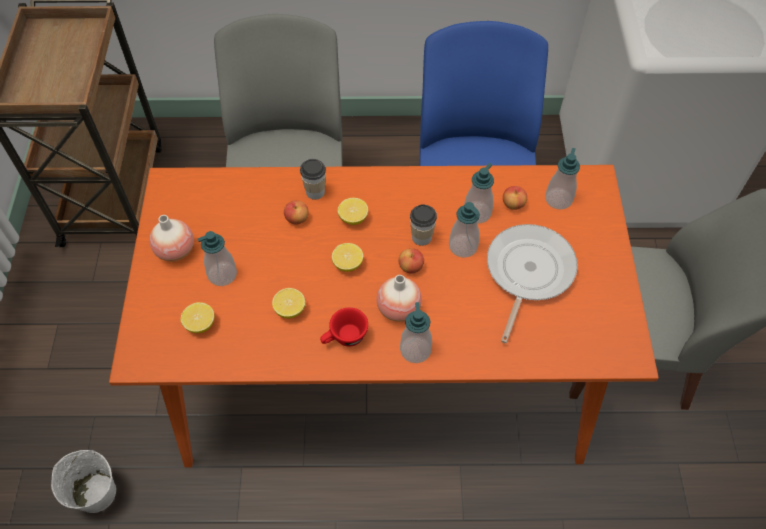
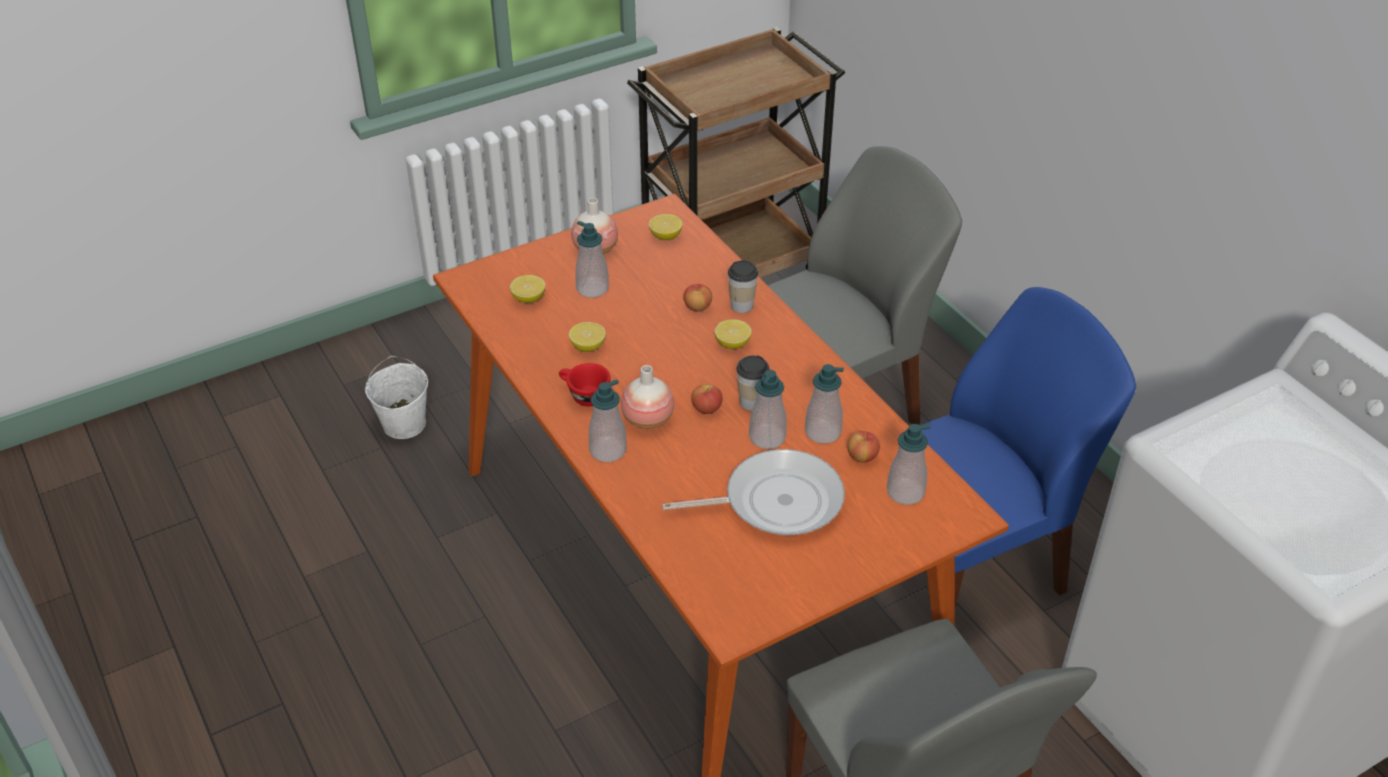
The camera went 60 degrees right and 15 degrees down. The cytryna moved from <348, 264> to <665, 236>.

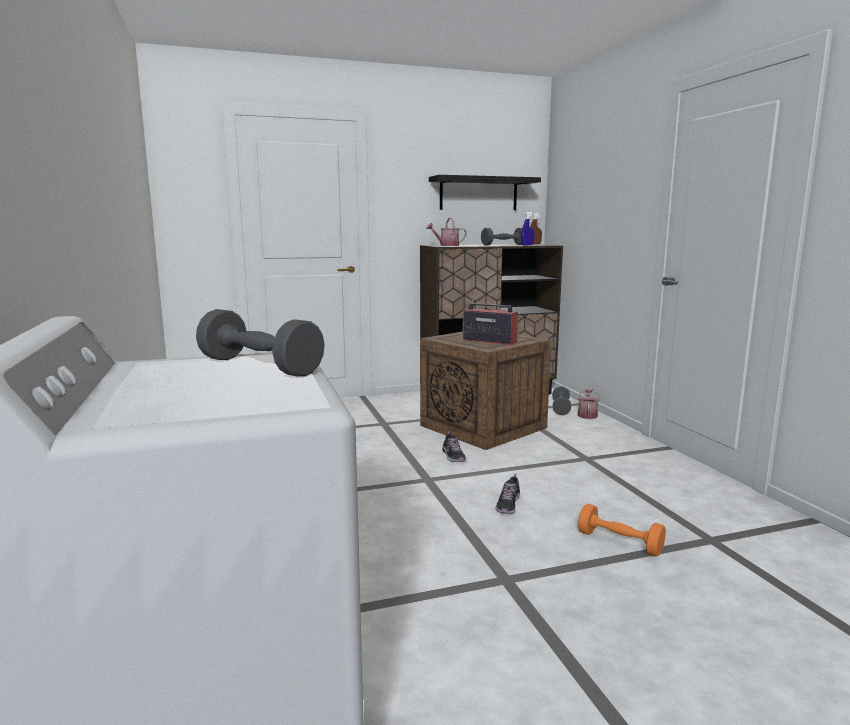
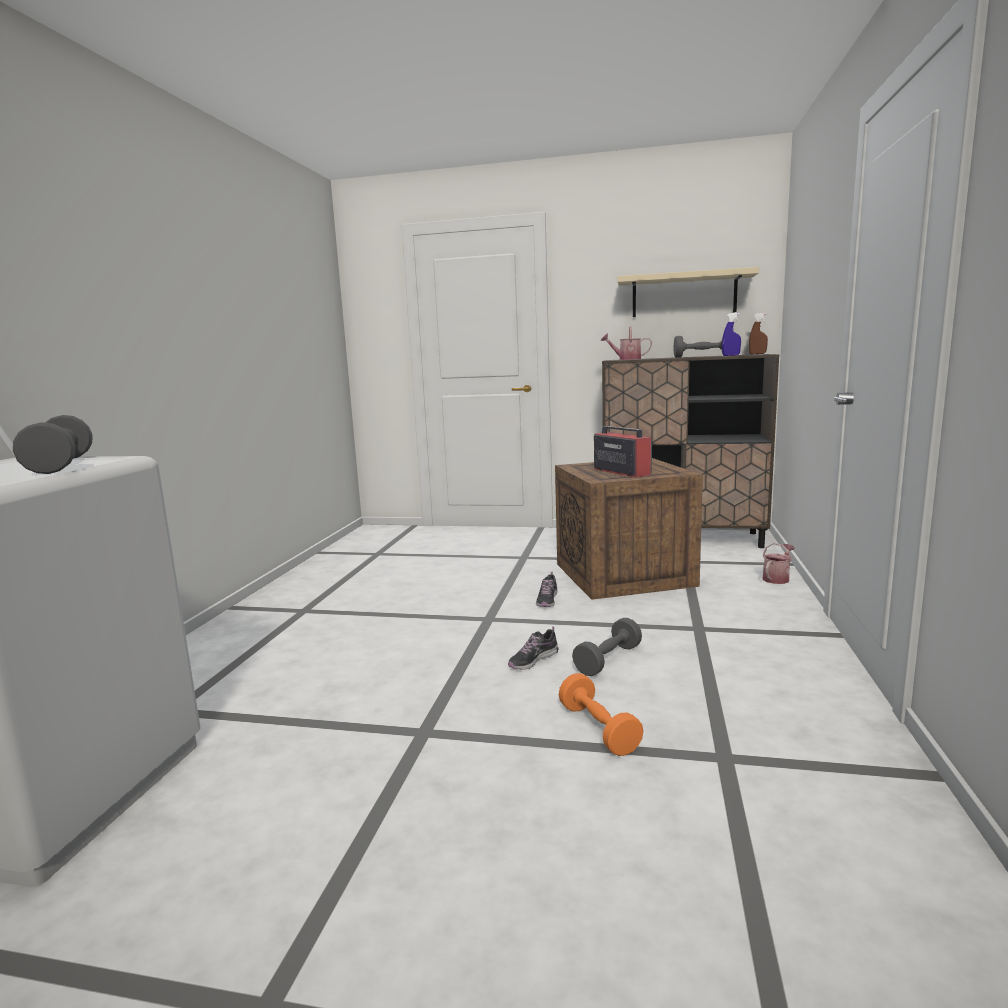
The camera went 30 degrees right and 0 degrees up. The hantel/szary moved from <561, 408> to <608, 660>. The półka/czarny at <478, 194> became the półka/beżowy at <684, 295>.

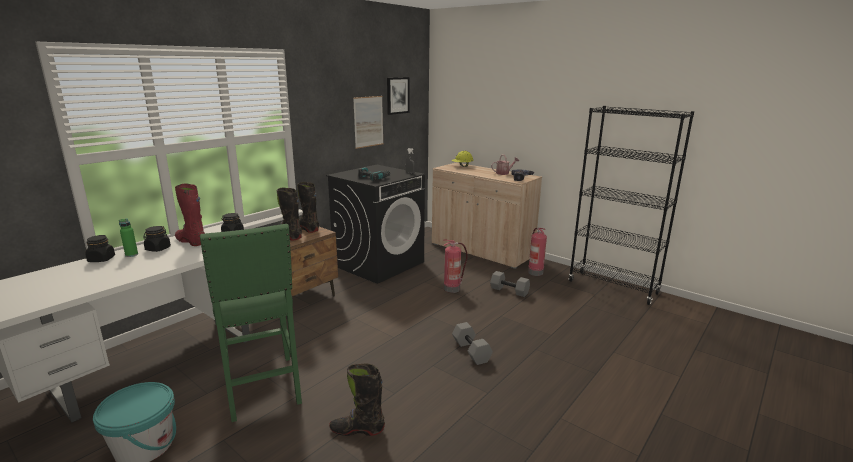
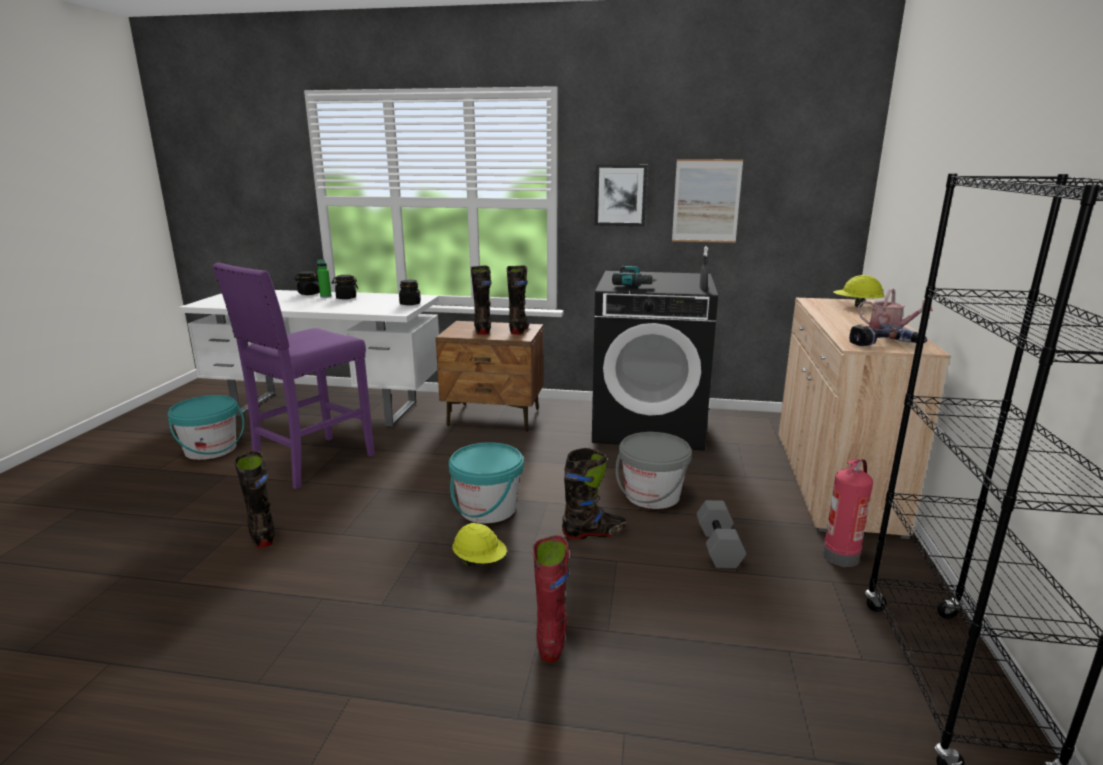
The camera went 60 degrees right and 0 degrees up. The stołek/zielony at <262, 388> became the stołek/fioletowy at <312, 462>. The wiadro/turkusowy at <488, 509> appeared. The hantel/szary at <470, 351> was replaced by the kask/żółty at <480, 561>. The but z cholewką/czerwony moved from <191, 241> to <552, 636>. The but z cholewką/czarny at <594, 533> appeared. The obraz moved from <397, 95> to <620, 195>. The gaśnica at <452, 288> was replaced by the wiadro/szary at <652, 495>.

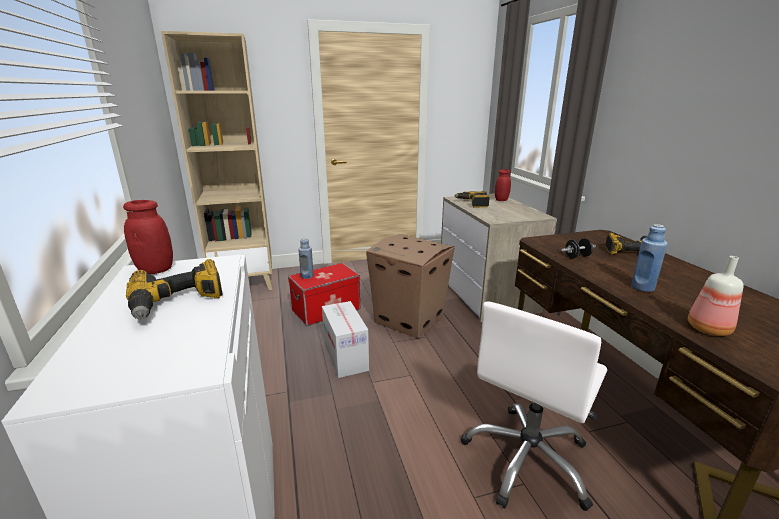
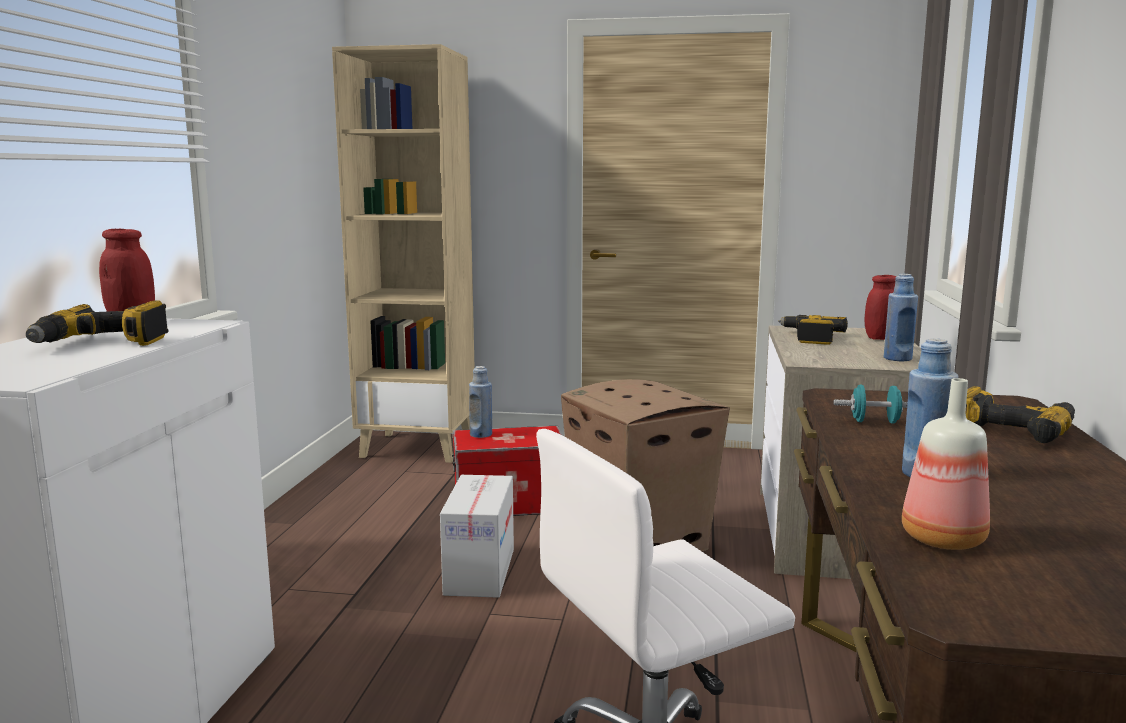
The camera went 25 degrees right and 10 degrees down. The hantel/czarny at <577, 256> became the hantel/turkusowy at <875, 422>. The butelka/niebieski at <897, 358> appeared.

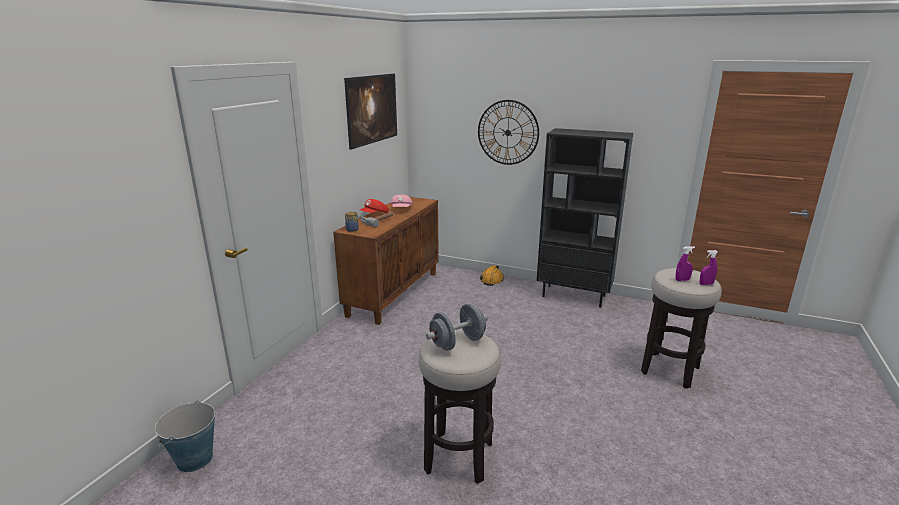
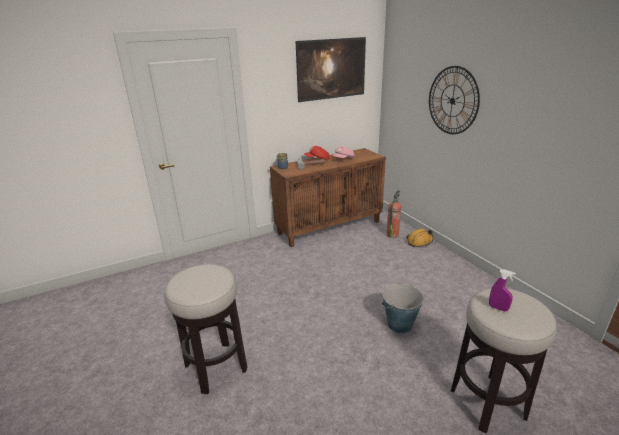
The camera went 40 degrees right and 5 degrees up. The wiadro moved from <194, 459> to <399, 324>. The gaśnica at <392, 234> appeared. The hantel/szary at <457, 343> disappeared. The regał/czarny at <574, 296> disappeared. The spryskiwacz/fioletowy at <706, 284> disappeared.

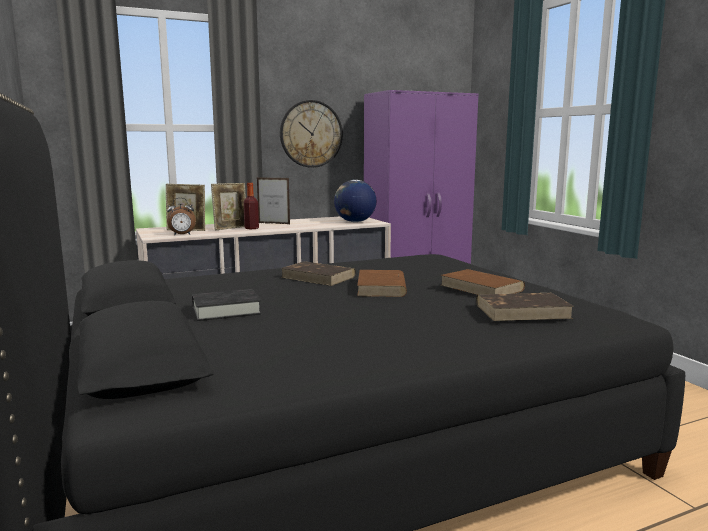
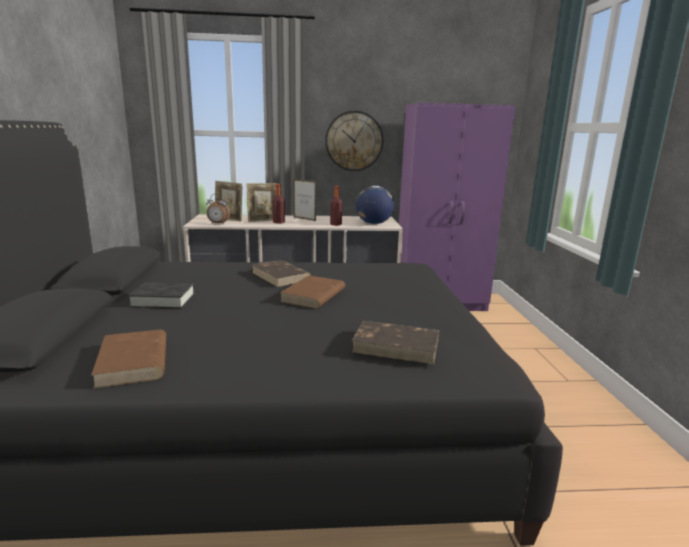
The camera went 20 degrees right and 5 degrees up. The książka/brązowy moved from <482, 288> to <133, 362>. The butelka at <336, 224> appeared.

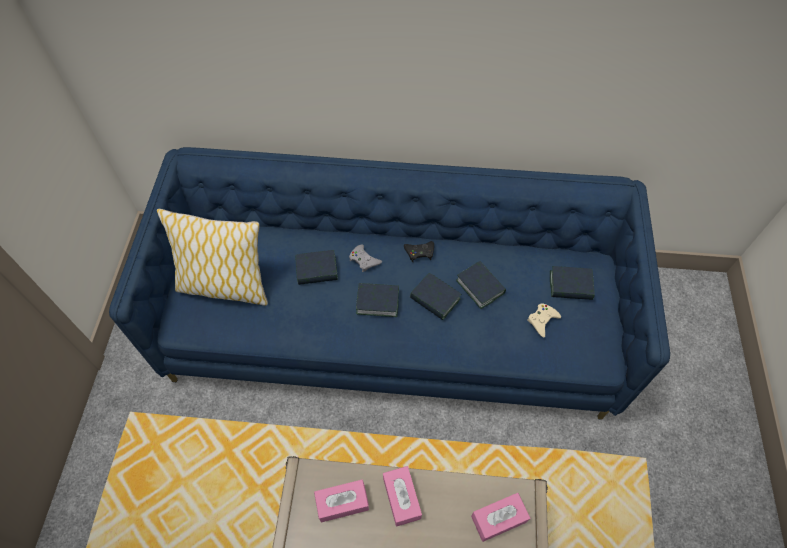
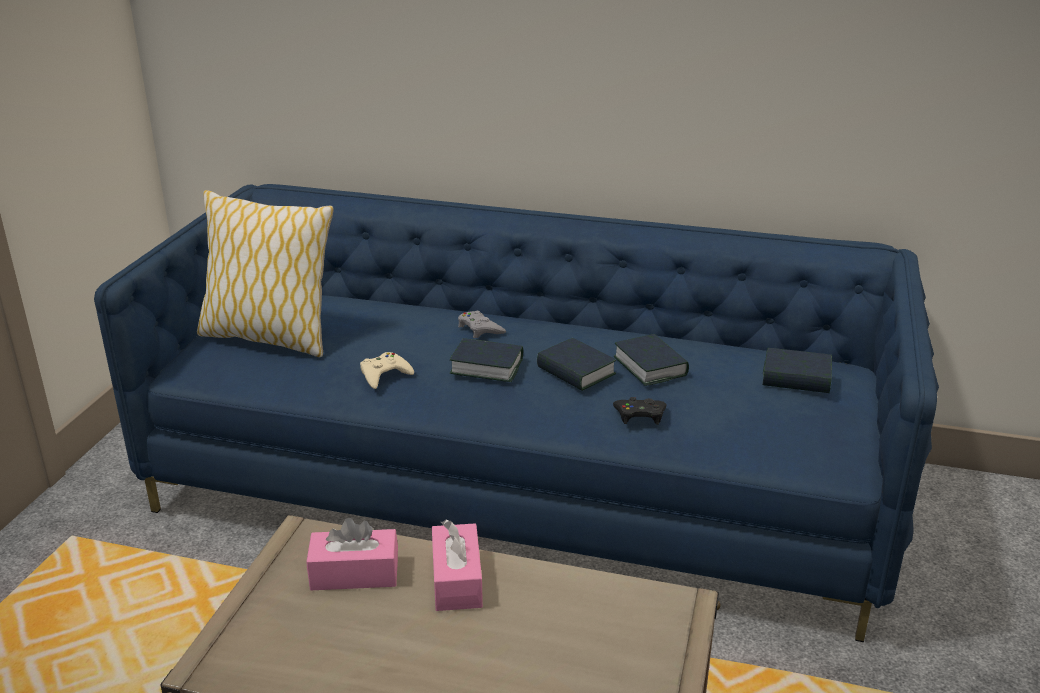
The camera went 10 degrees right and 30 degrees down. The pad do gier/beżowy moved from <542, 320> to <384, 375>. The pad do gier/czarny moved from <419, 252> to <640, 415>. The książka at <317, 270> disappeared. The pudełko chusteczek/różowy at <498, 519> disappeared.

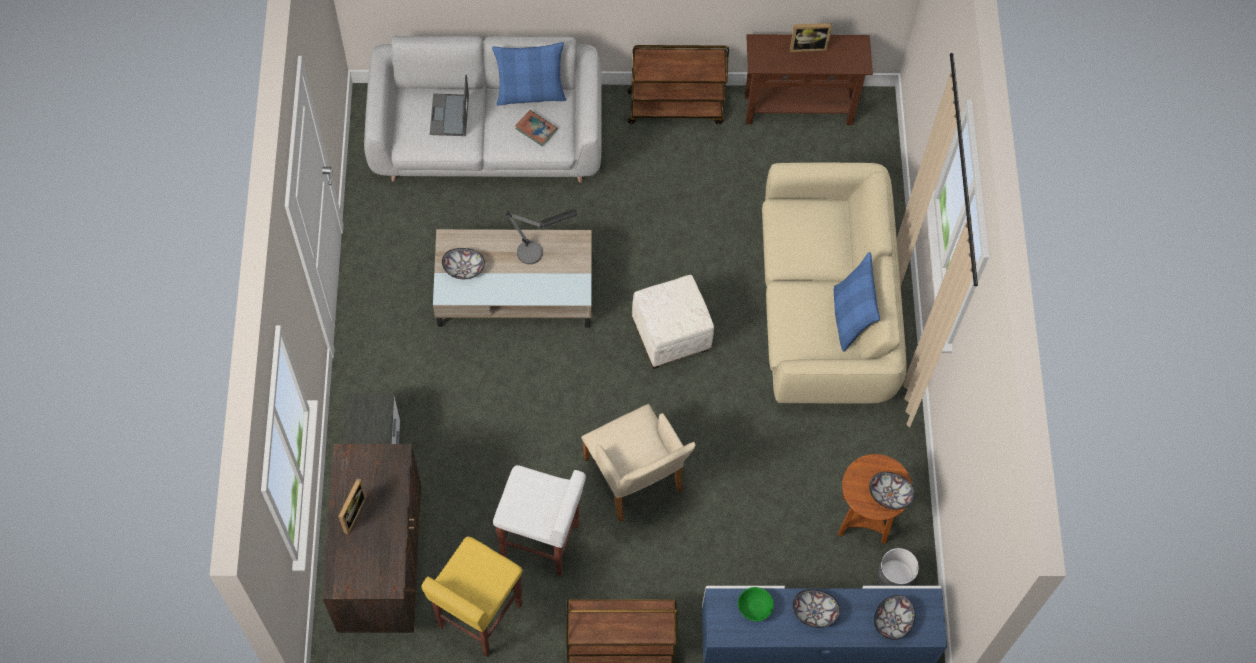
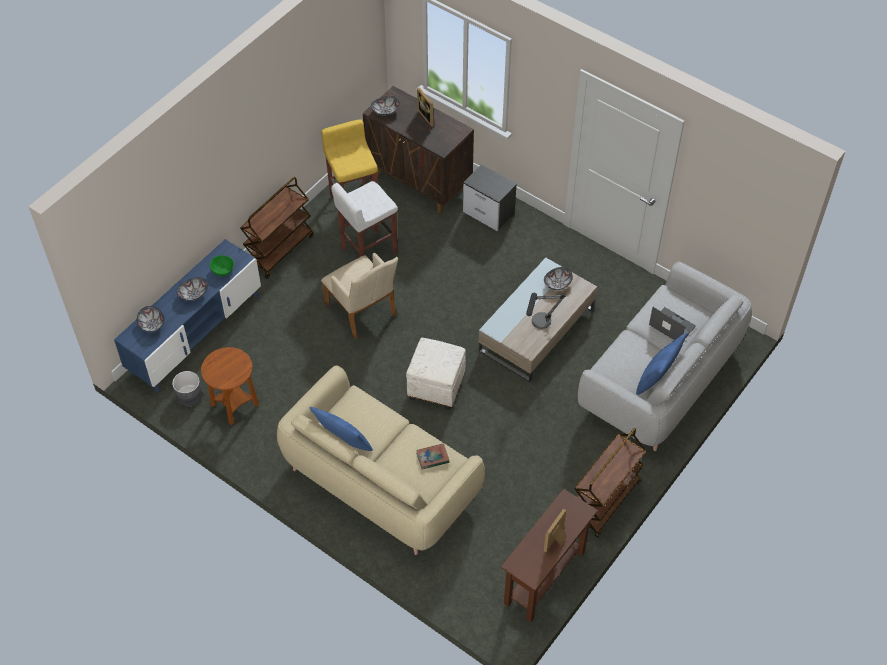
The camera went 130 degrees right and 10 degrees down. The fotel/beżowy at <635, 480> turned 135 degrees counterclockwise. The miska moved from <890, 494> to <385, 111>. The książka moved from <536, 129> to <432, 458>.

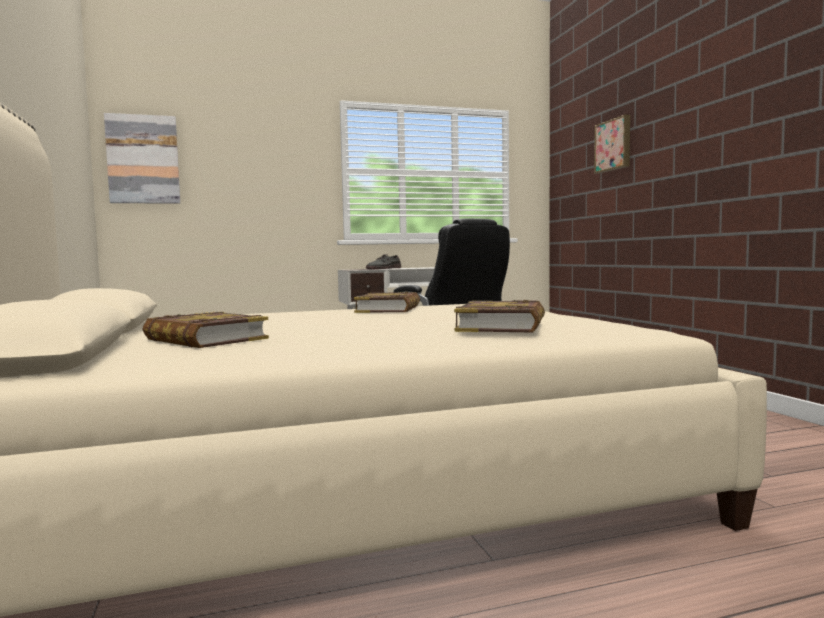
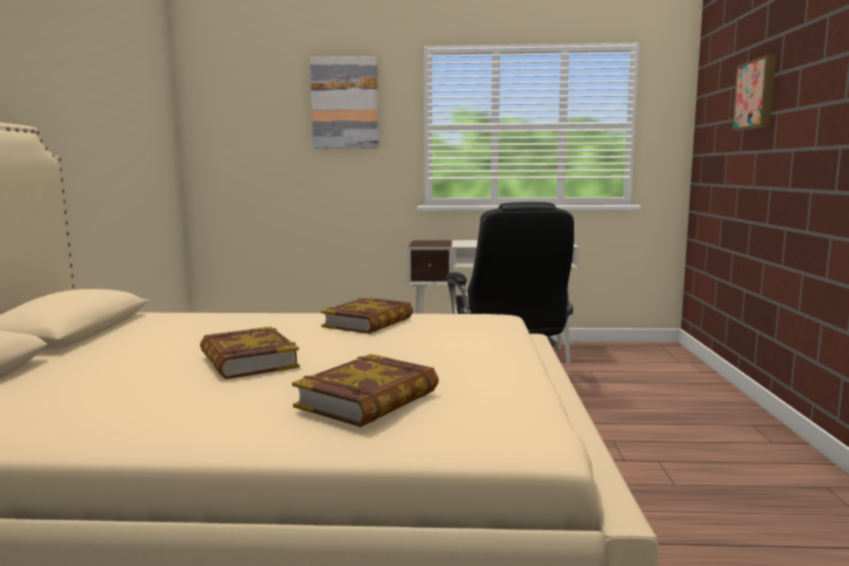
The camera went 20 degrees right and 5 degrees up. The książka moved from <205, 339> to <248, 361>. The obraz moved from <143, 159> to <345, 103>. The but/szary at <384, 268> disappeared.

